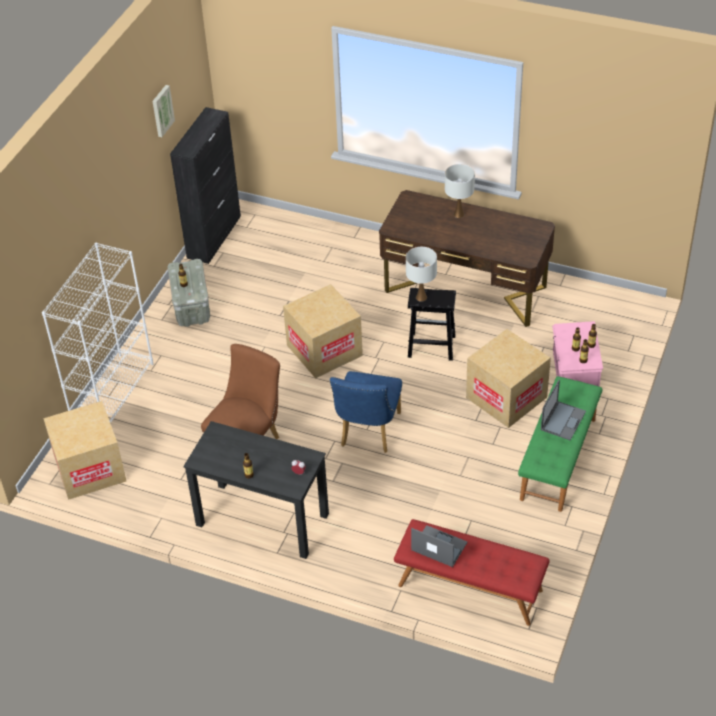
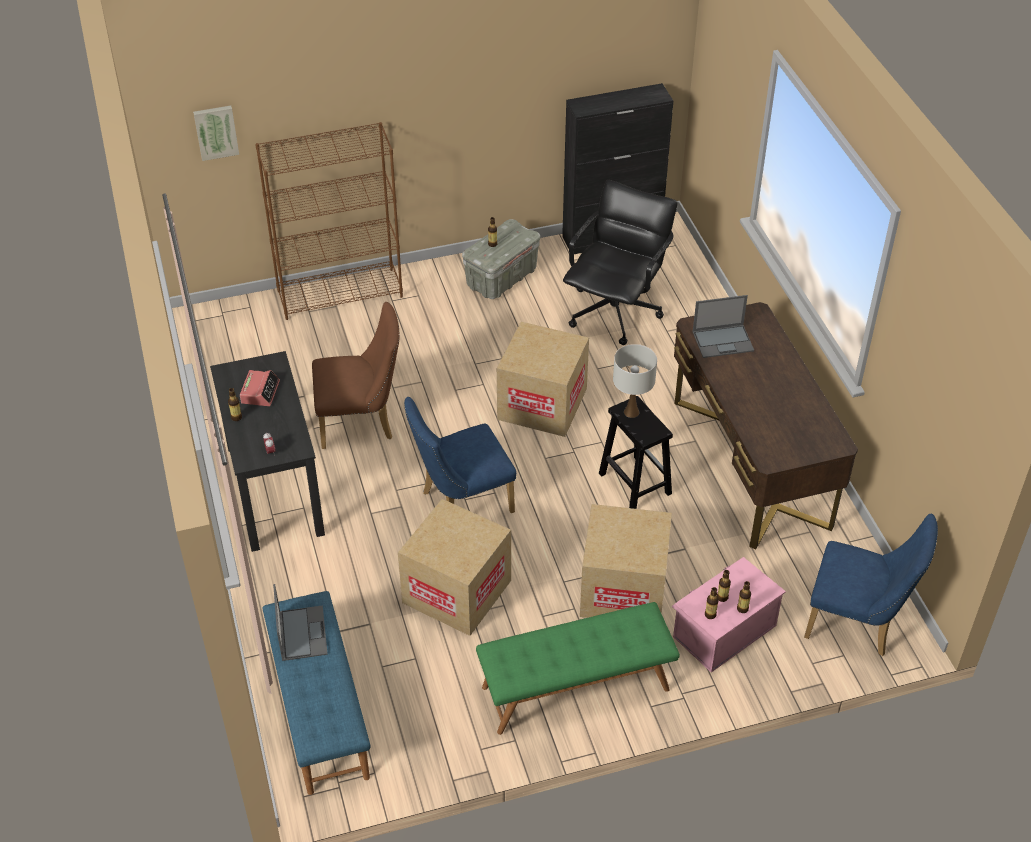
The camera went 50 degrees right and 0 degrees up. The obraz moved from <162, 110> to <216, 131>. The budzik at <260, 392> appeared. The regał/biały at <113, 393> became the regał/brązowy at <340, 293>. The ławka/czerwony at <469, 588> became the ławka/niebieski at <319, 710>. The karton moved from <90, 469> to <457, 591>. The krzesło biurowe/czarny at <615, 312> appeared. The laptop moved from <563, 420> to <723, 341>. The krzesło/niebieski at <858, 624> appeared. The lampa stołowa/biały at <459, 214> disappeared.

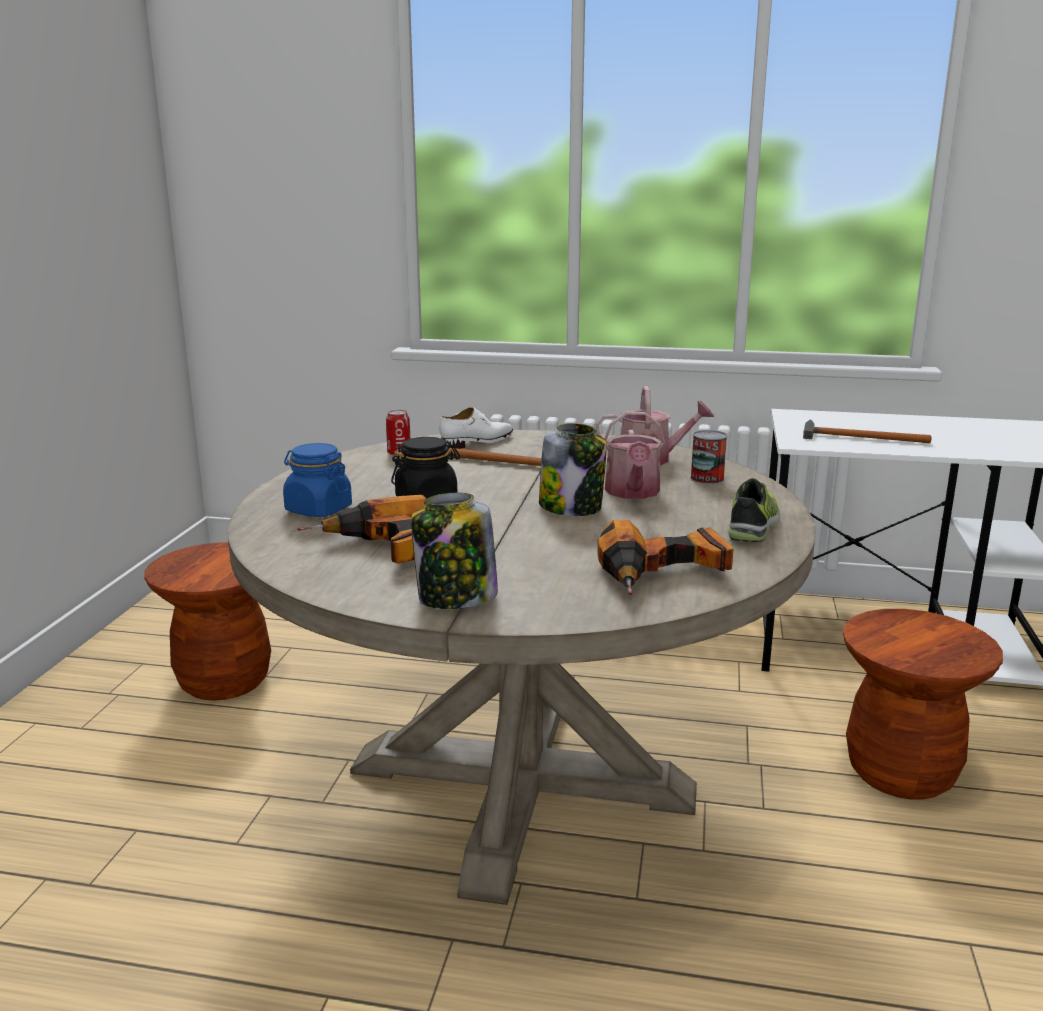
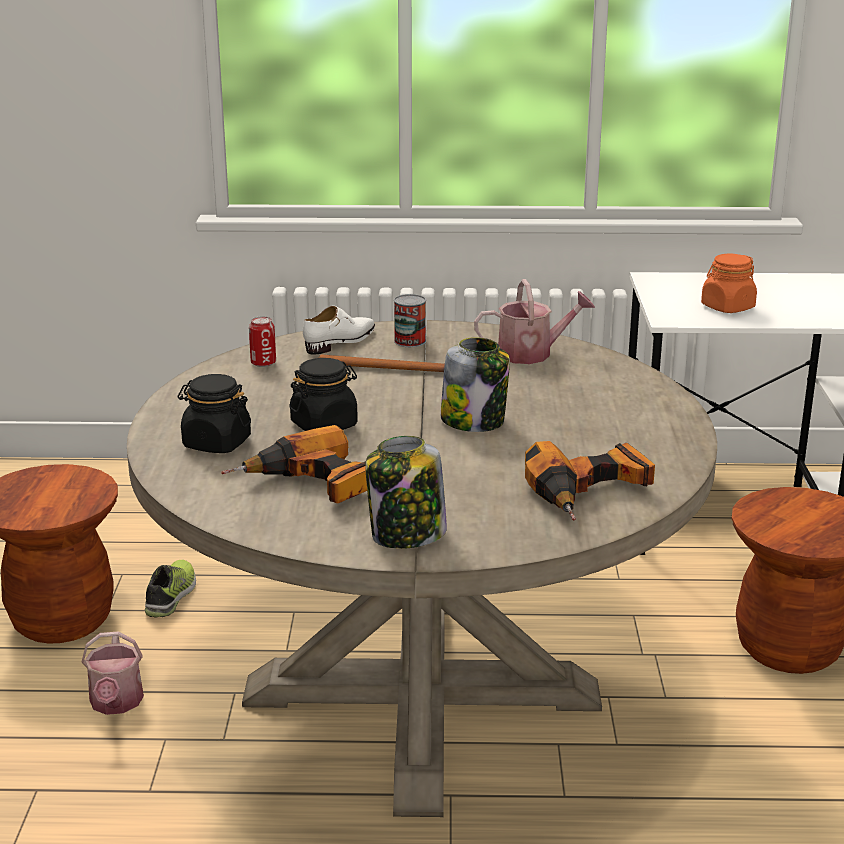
The camera went 10 degrees left and 5 degrees up. The konewka moved from <633, 493> to <116, 704>. The but moved from <753, 525> to <172, 595>. The słoik/niebieski at <318, 509> became the słoik/czarny at <216, 443>. The puszka moved from <707, 479> to <410, 341>. The młotek at <858, 437> was replaced by the słoik/pomarańczowy at <727, 307>.

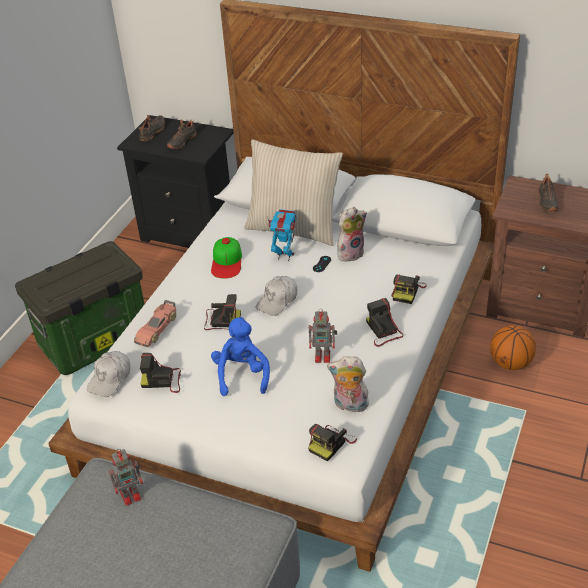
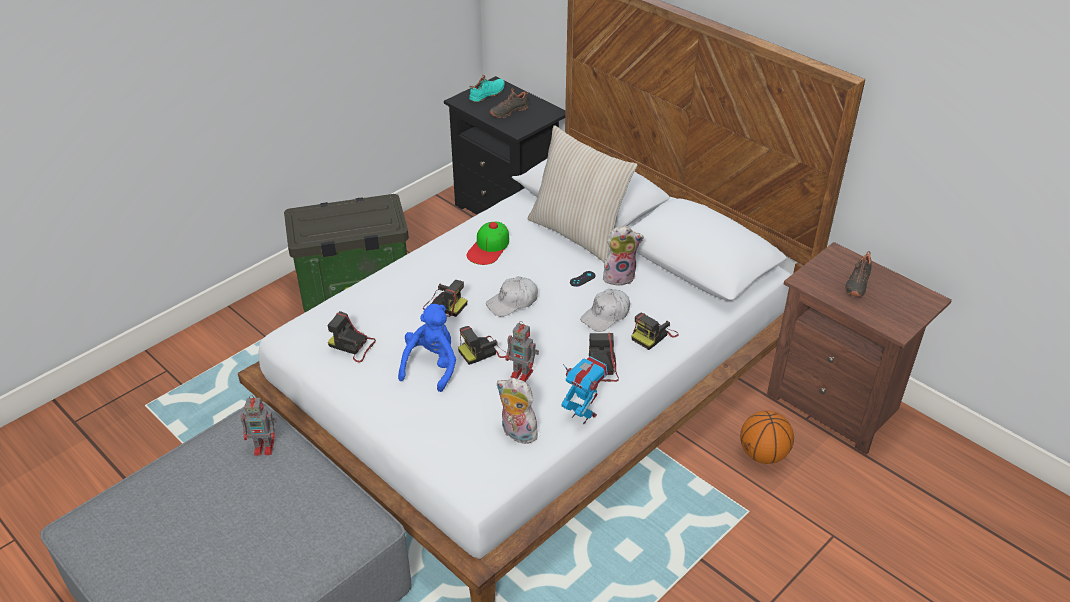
The camera went 20 degrees right and 0 degrees up. The aparat fotograficzny moved from <331, 443> to <483, 352>. The but/czarny at <153, 132> became the but/turkusowy at <488, 94>. The robot zabawkowy moved from <285, 256> to <583, 415>. The czapka z daszkiem/biały moved from <110, 378> to <606, 316>. The samochodzik at <157, 328> disappeared.

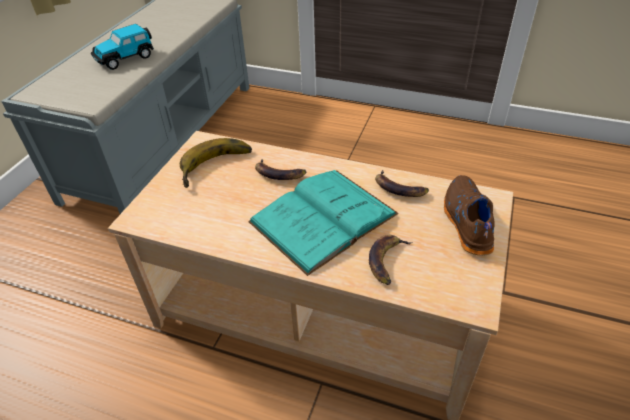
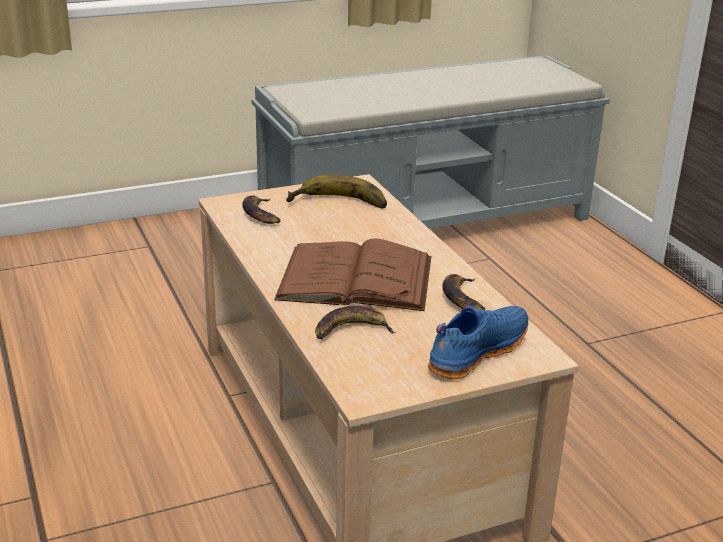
The camera went 45 degrees right and 15 degrees down. The banan moved from <279, 173> to <262, 214>. The książka/turkusowy at <323, 218> became the książka/brązowy at <356, 278>. The but/brązowy at <465, 222> became the but/niebieski at <475, 352>. The samochodzik at <126, 58> disappeared.

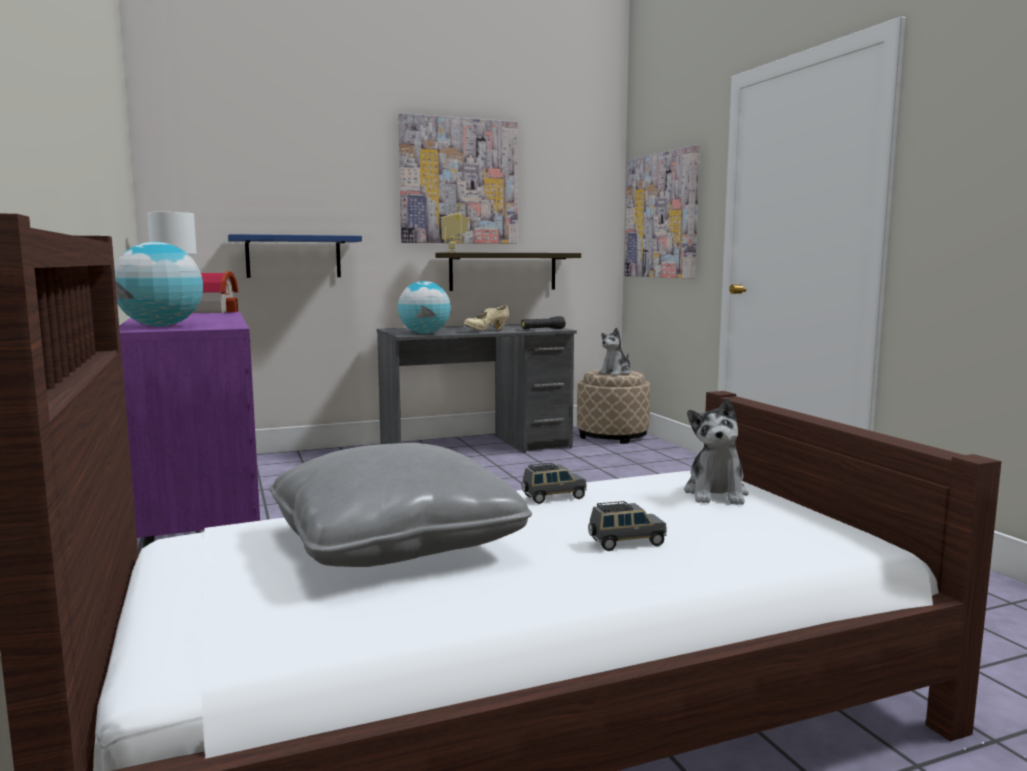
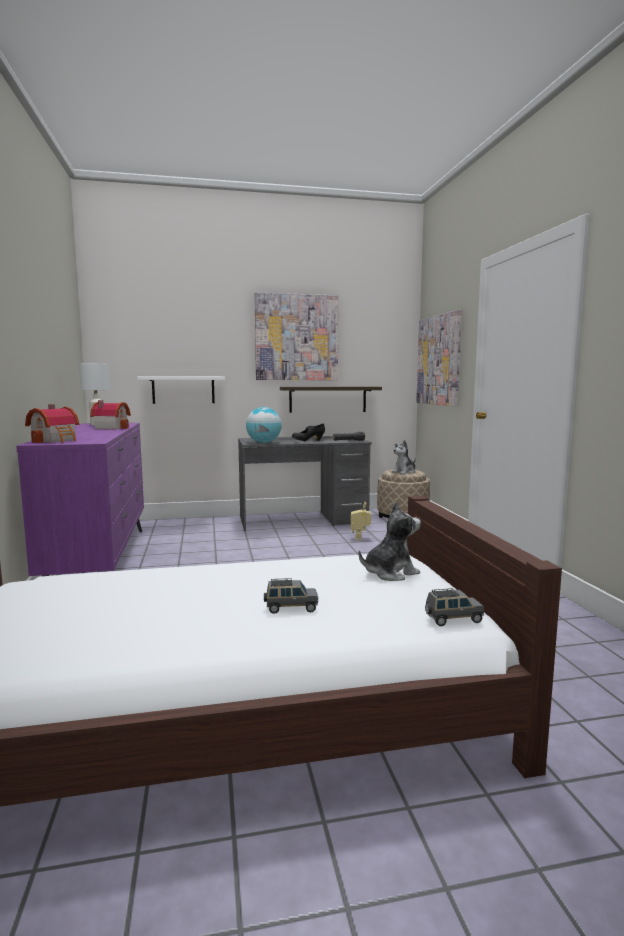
The camera went 10 degrees right and 0 degrees up. The globus at <161, 326> was replaced by the domek at <56, 440>. The półka/niebieski at <293, 256> became the półka/biały at <183, 390>. The but/beżowy at <486, 331> became the but/czarny at <308, 441>. The robot zabawkowy moved from <455, 252> to <360, 538>. The pluszak at <716, 493> turned 135 degrees counterclockwise. The samochodzik/szary moved from <553, 497> to <453, 619>. The poduszka/szary at <395, 543> disappeared.

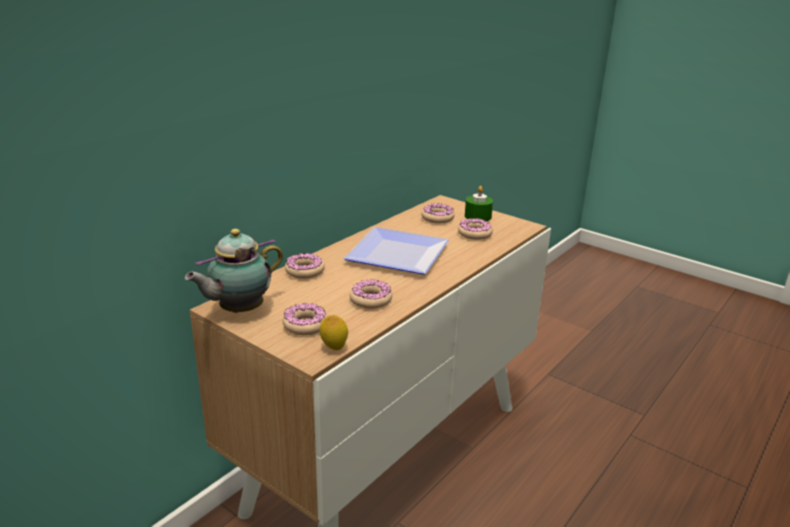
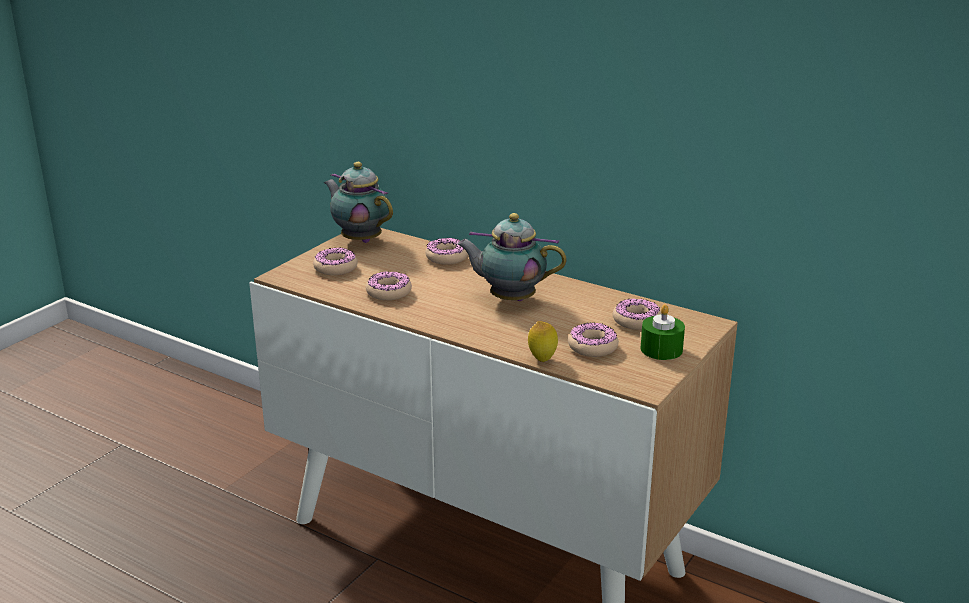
The camera went 85 degrees right and 0 degrees up. The talerz at <396, 253> was replaced by the imbryk at <509, 299>. The cytryna moved from <334, 348> to <542, 359>.

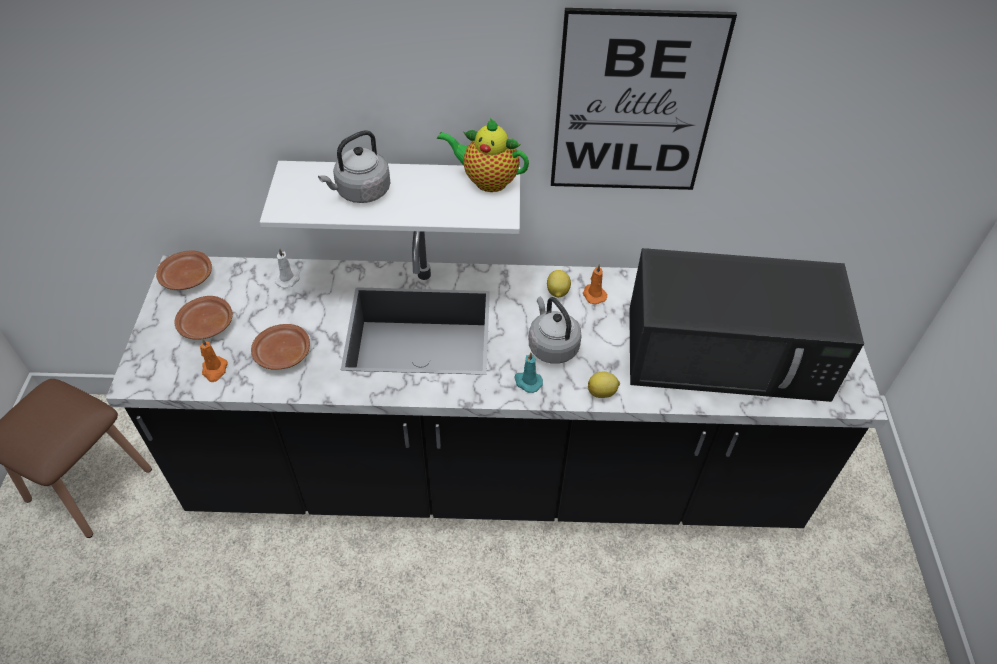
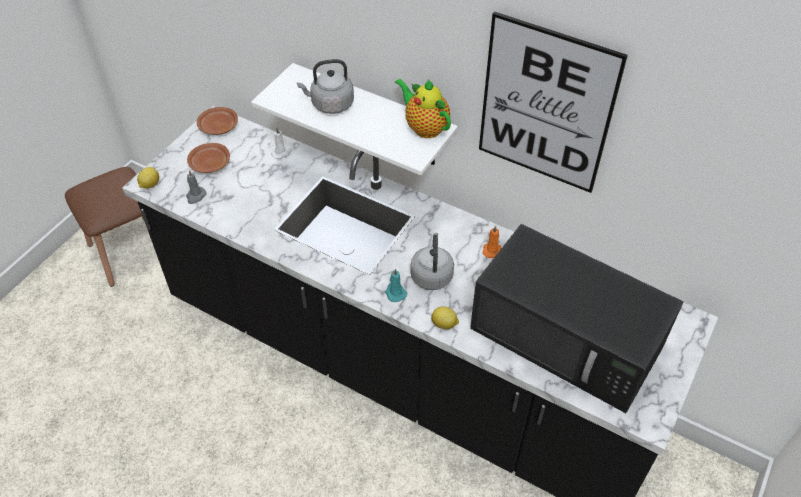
The camera went 30 degrees right and 0 degrees up. The cytryna moved from <557, 292> to <150, 185>. The świeca/pomarańczowy at <214, 370> became the świeca/szary at <195, 196>. The talerz/brązowy at <282, 354> disappeared.

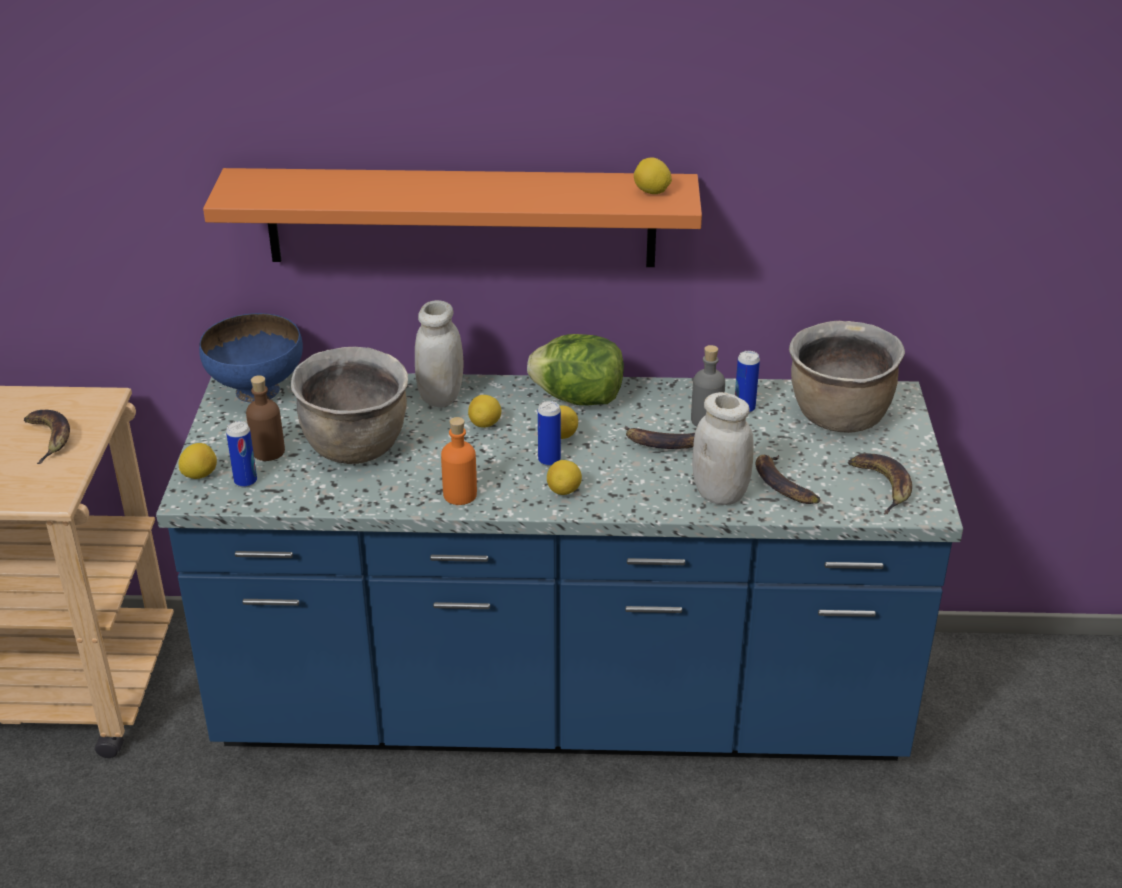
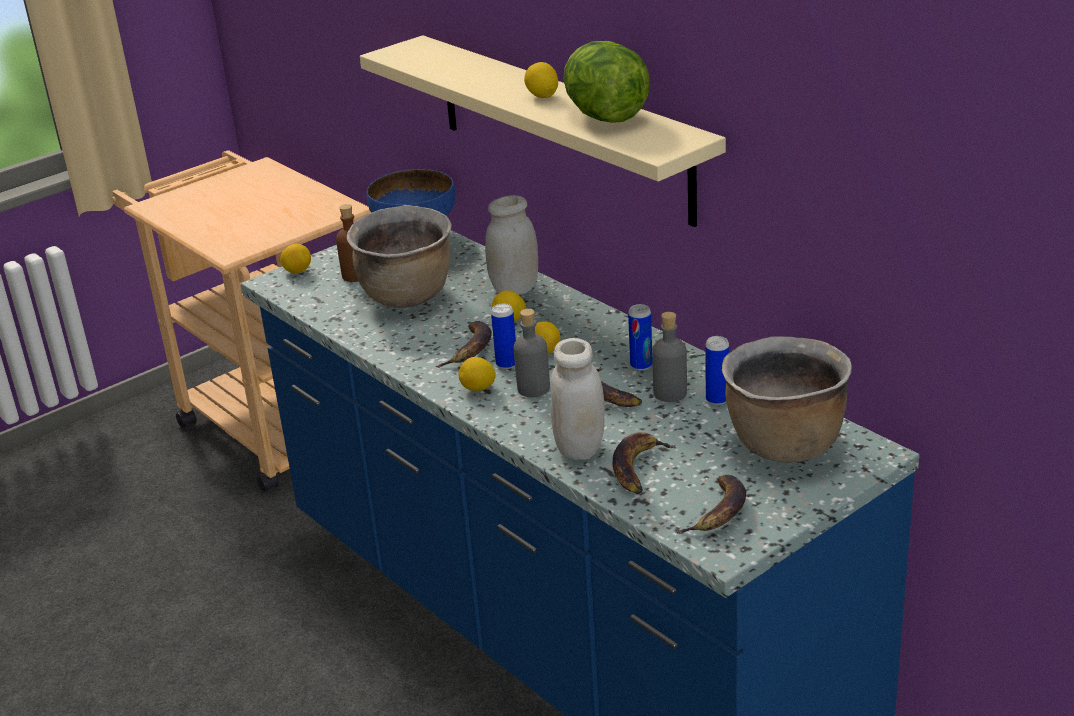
The camera went 50 degrees right and 5 degrees down. The półka/pomarańczowy at <461, 217> became the półka/beżowy at <561, 127>. The banan moved from <49, 438> to <470, 350>. The butelka/szary at <533, 388> appeared. The cytryna moved from <651, 192> to <542, 96>. The sałata moved from <578, 399> to <605, 116>. The puszka moved from <245, 481> to <641, 365>. The butelka/pomarańczowy at <460, 495> disappeared.

